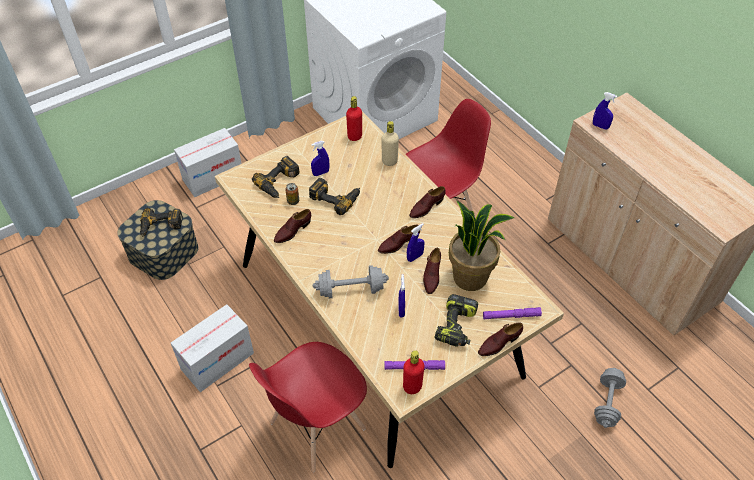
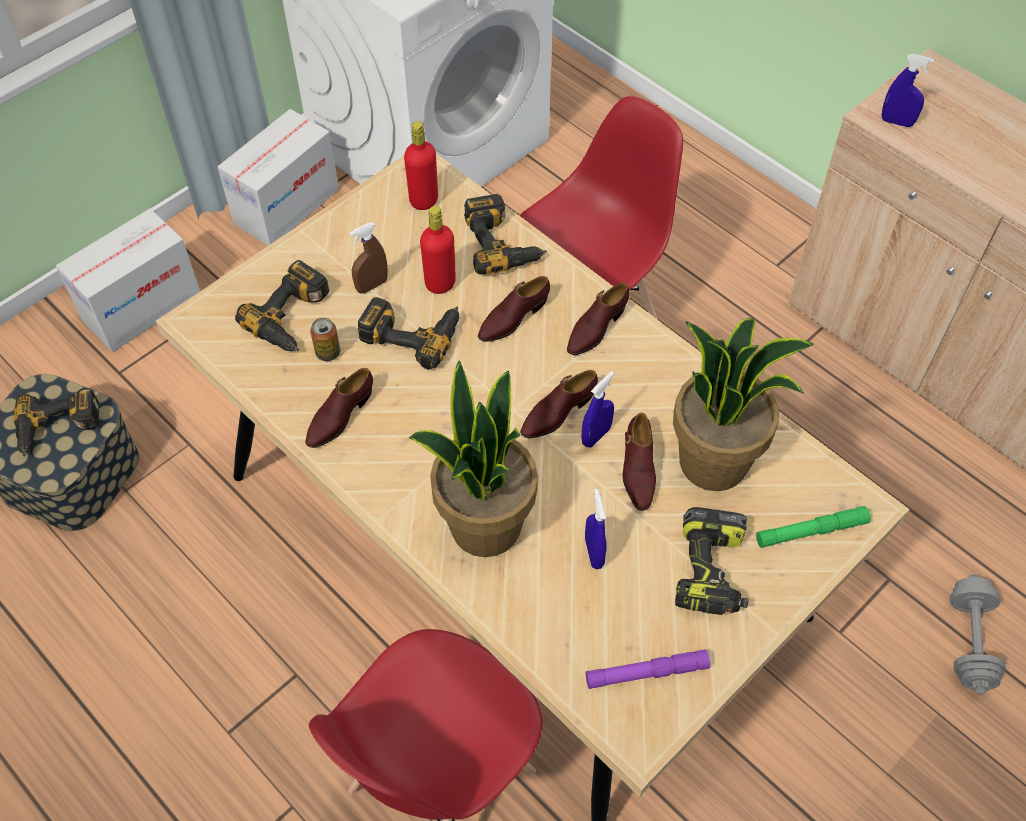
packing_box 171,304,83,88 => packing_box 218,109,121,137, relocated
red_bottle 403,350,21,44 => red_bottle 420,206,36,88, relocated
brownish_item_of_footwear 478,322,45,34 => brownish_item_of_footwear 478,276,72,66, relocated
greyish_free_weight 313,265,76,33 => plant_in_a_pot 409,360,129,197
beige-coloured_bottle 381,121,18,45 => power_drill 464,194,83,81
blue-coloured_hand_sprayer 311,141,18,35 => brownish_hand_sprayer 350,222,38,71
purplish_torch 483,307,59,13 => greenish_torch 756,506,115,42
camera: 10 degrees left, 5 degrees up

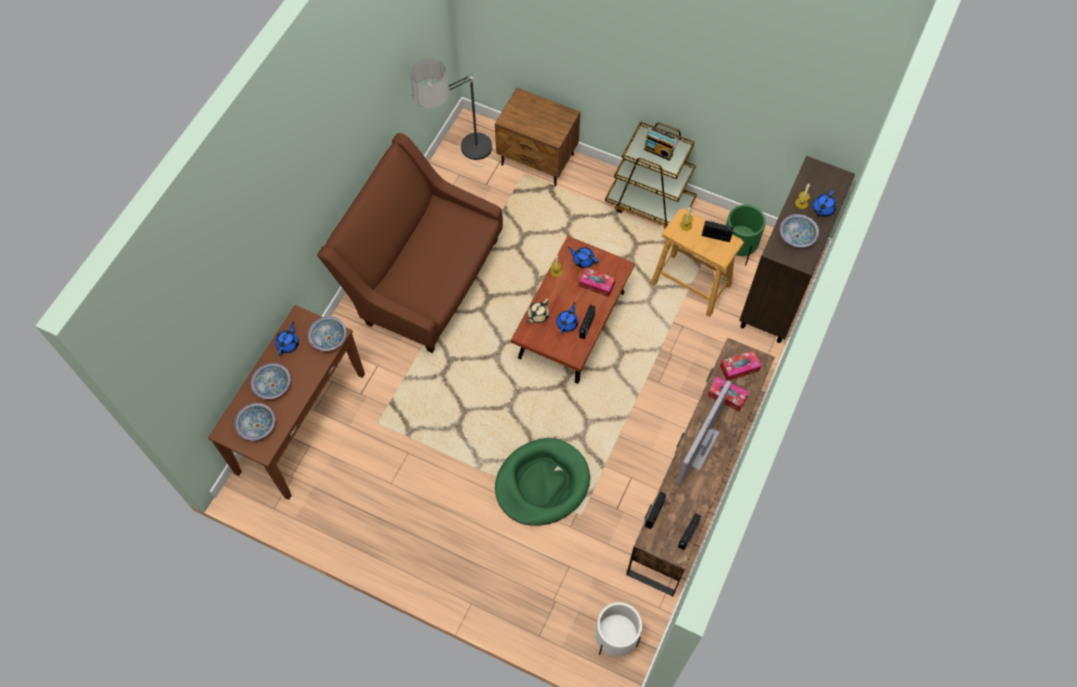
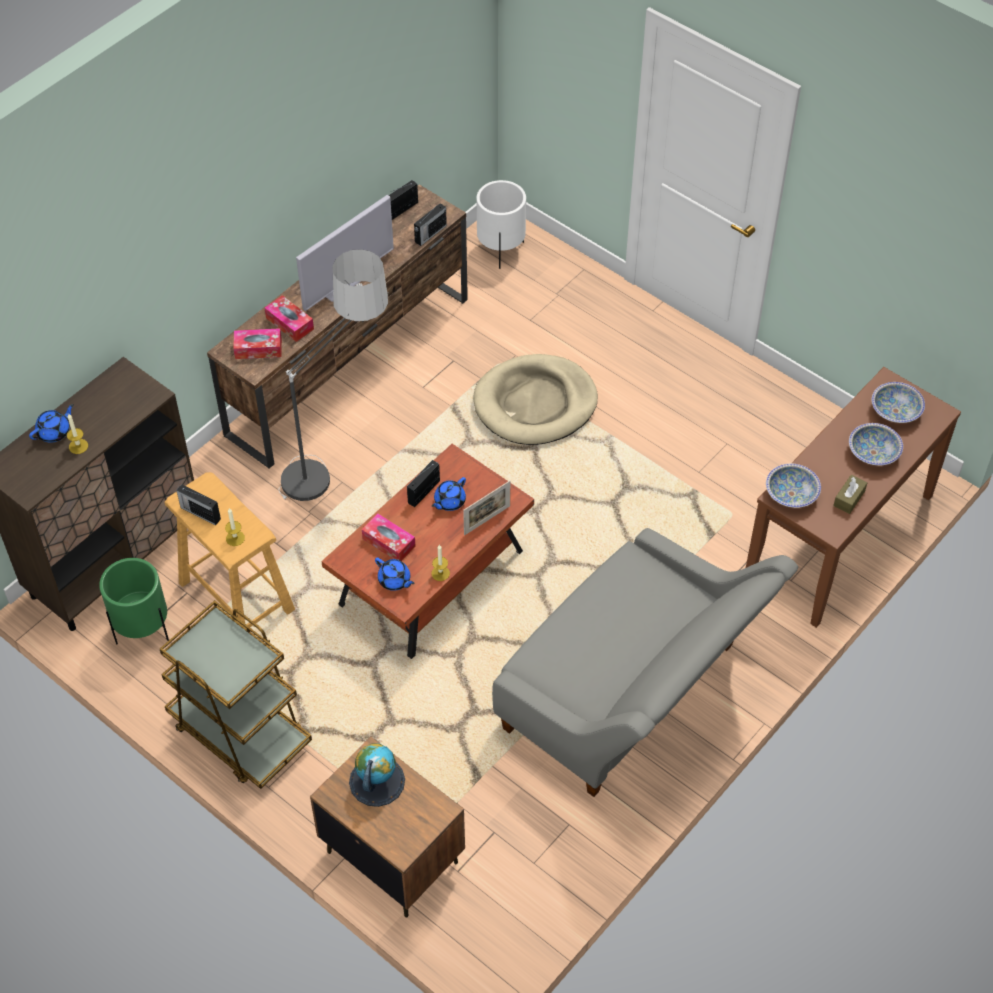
radio_receiver 644,128,34,33 => nothing
serving_bowl 780,214,39,33 => nothing
nothing => globe 349,744,56,63
standard_lamp 411,58,81,109 => standard_lamp 279,249,110,252, relocated
blue-coloured_teapot 275,321,24,34 => brownish_tissue_holder 833,475,34,39
beige-coloured_teapot 527,298,22,25 => picture_frame 463,481,47,54
brownish_sofa 317,133,186,220 => greyish_sofa 492,528,306,269
greenish_dog_cushion 495,438,95,88 => beige-coloured_dog_cushion 474,354,124,91
camera: 165 degrees left, 10 degrees down

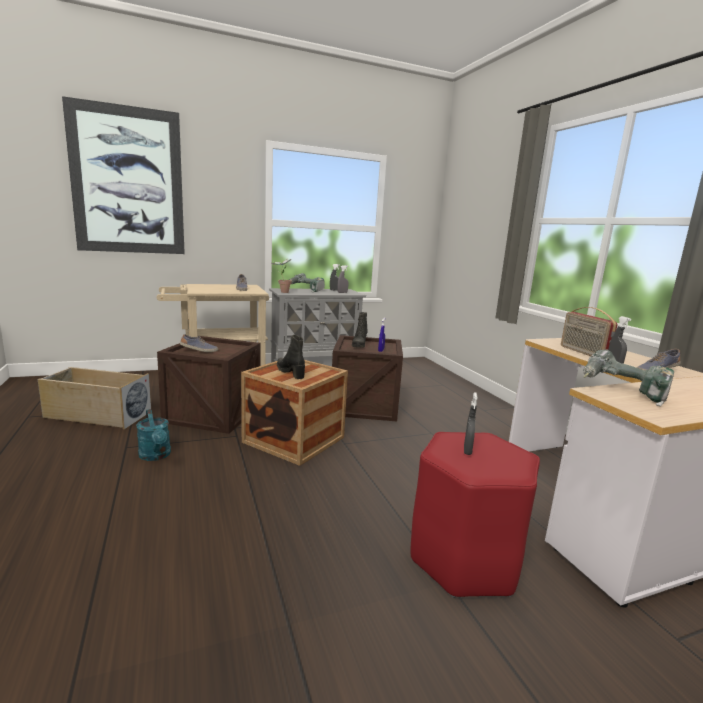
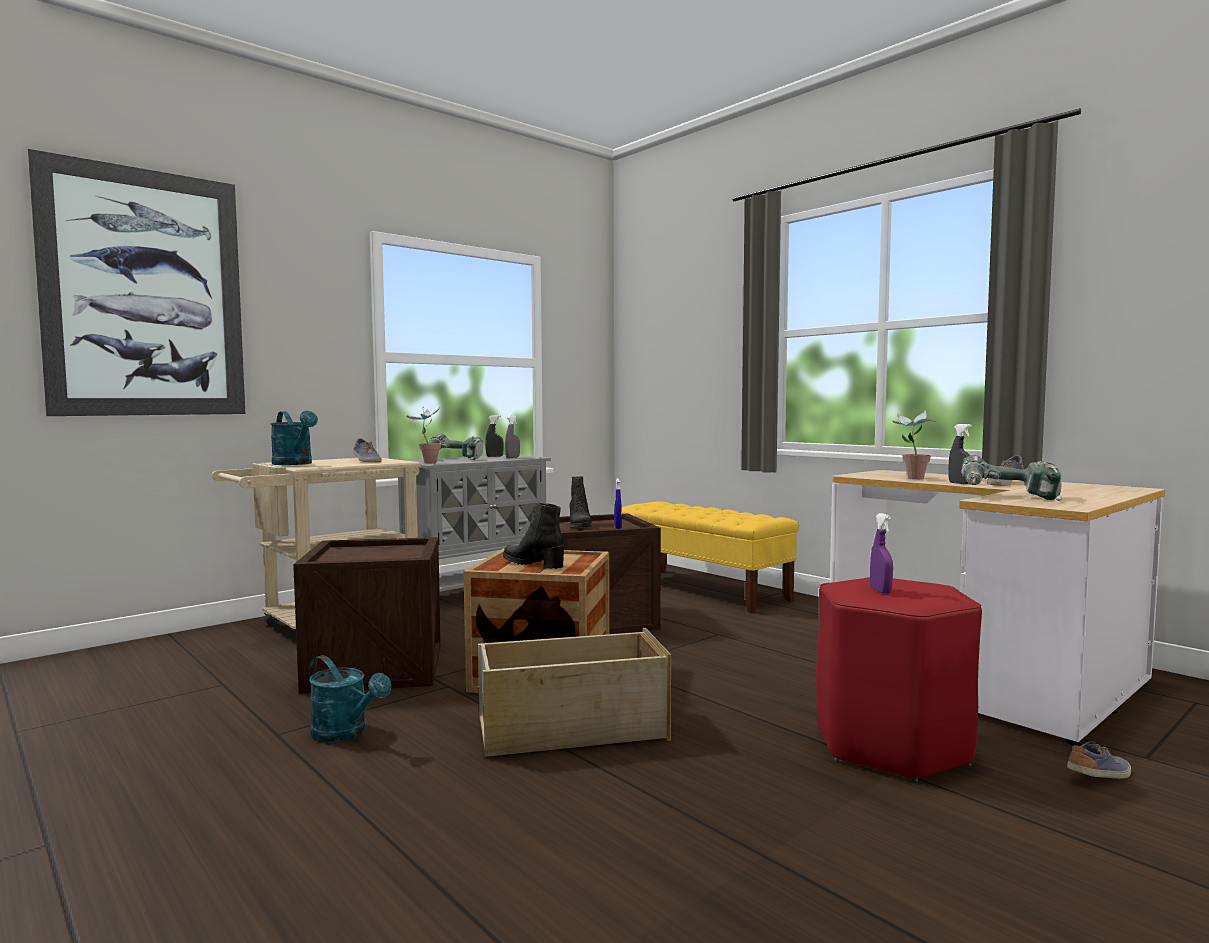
nothing => turquoise-coloured_watering_can 270,411,48,54
nothing => yellow-coloured_bench 622,501,177,112
beige-coloured_storage_container 38,367,113,62 => beige-coloured_storage_container 478,628,193,129, relocated
item_of_footwear 180,334,38,18 => item_of_footwear 1067,741,64,38, relocated
radio_receiver 561,307,57,49 => plant_in_a_pot 892,410,44,69
greyish_hand_sprayer 464,392,14,63 => purplish_hand_sprayer 870,513,23,80
camera: 20 degrees left, 10 degrees down

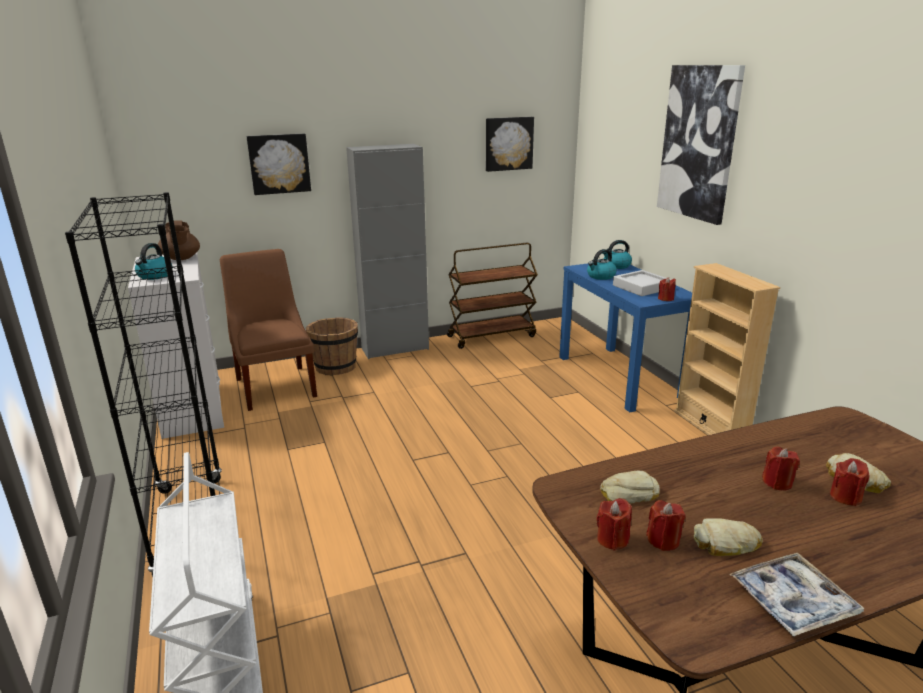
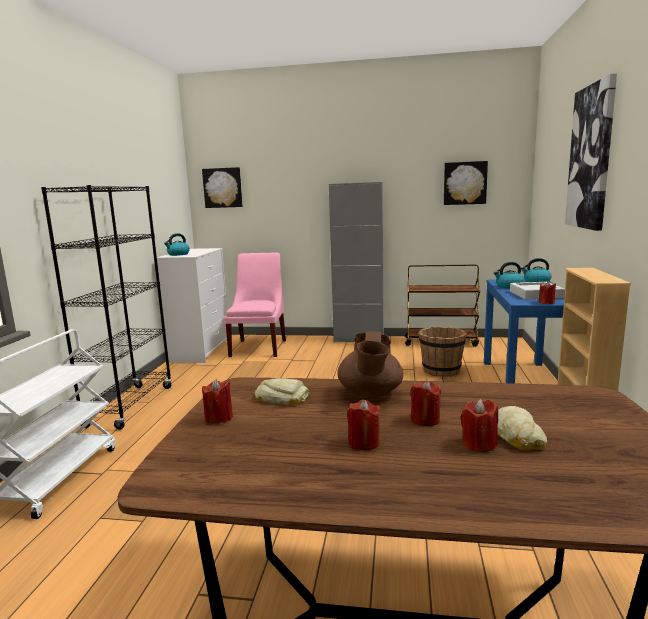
baked_bread 694,518,69,38 => nothing
tray 729,553,135,84 => nothing
brownish_teapot 158,220,42,40 => brownish_teapot 337,331,66,67, relocated
wall_art 247,134,64,61 => wall_art 202,167,41,41, relocated
brownish_bucket 306,317,52,58 => brownish_bucket 419,327,47,50, relocated
red_wax_light 646,500,40,51 => red_wax_light 347,400,33,50, relocated
brownish_upright_chair 220,249,97,162 => pink_upright_chair 224,253,62,104
camera: 30 degrees right, 10 degrees down

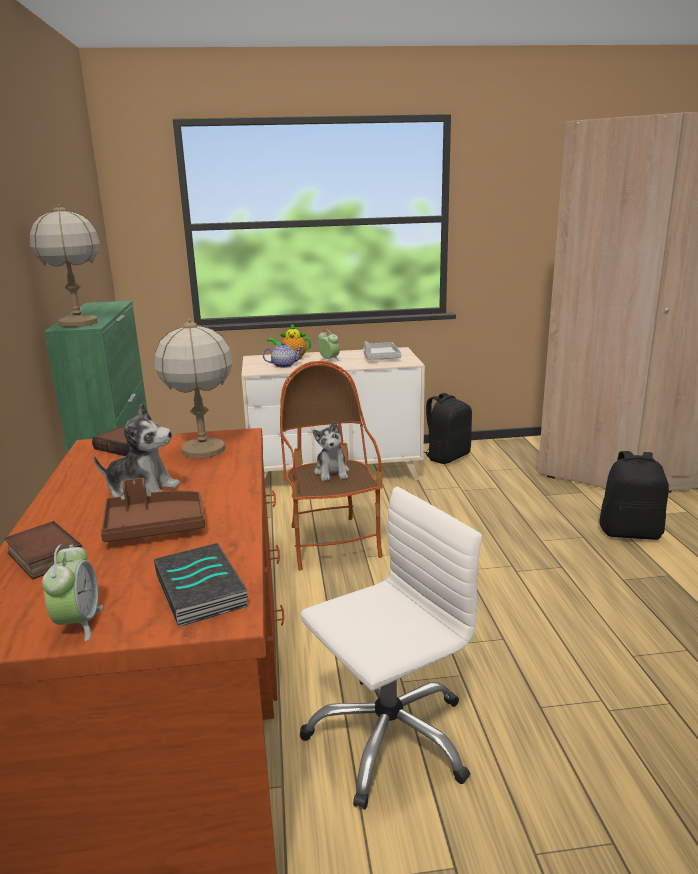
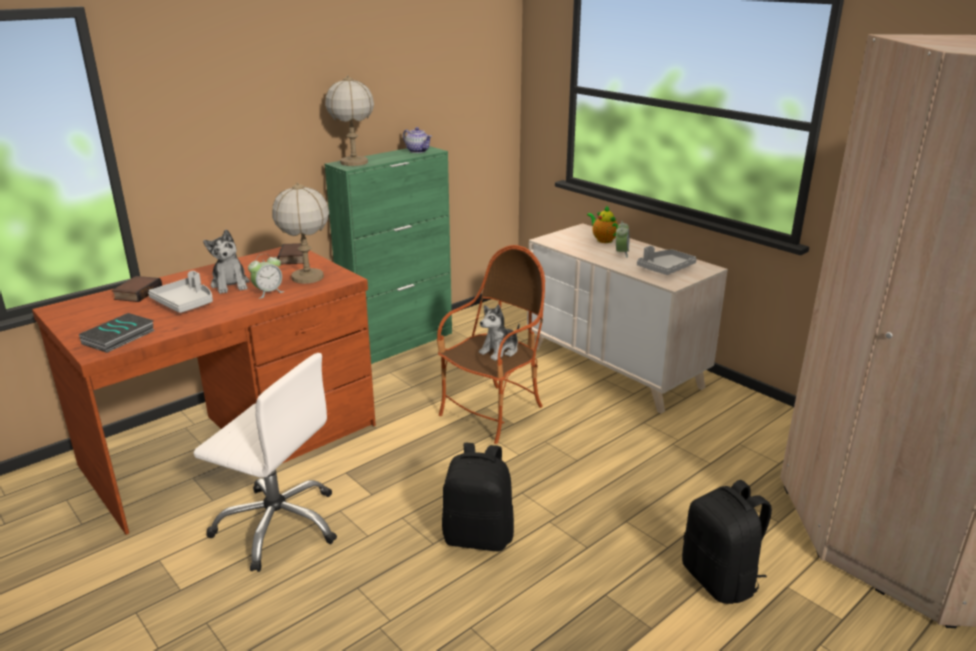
table_clock 42,544,61,97 => table_clock 248,253,37,46, relocated
teapot 263,342,40,26 => teapot 403,127,29,26, relocated
black-coloured_backpack 423,393,49,71 => black-coloured_backpack 442,443,72,109, relocated
brownish_tray 101,478,104,64 => greyish_tray 148,271,65,42
camera: 55 degrees right, 5 degrees up

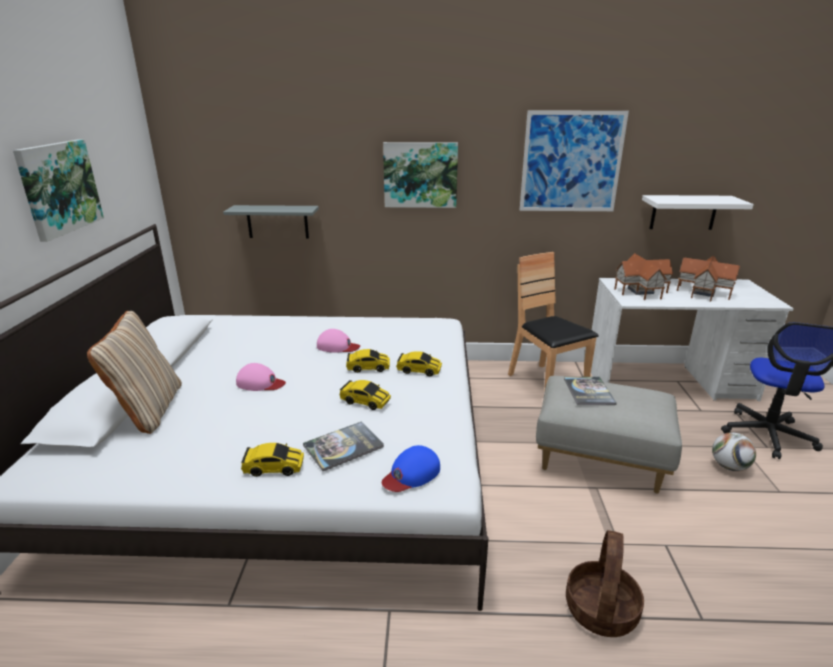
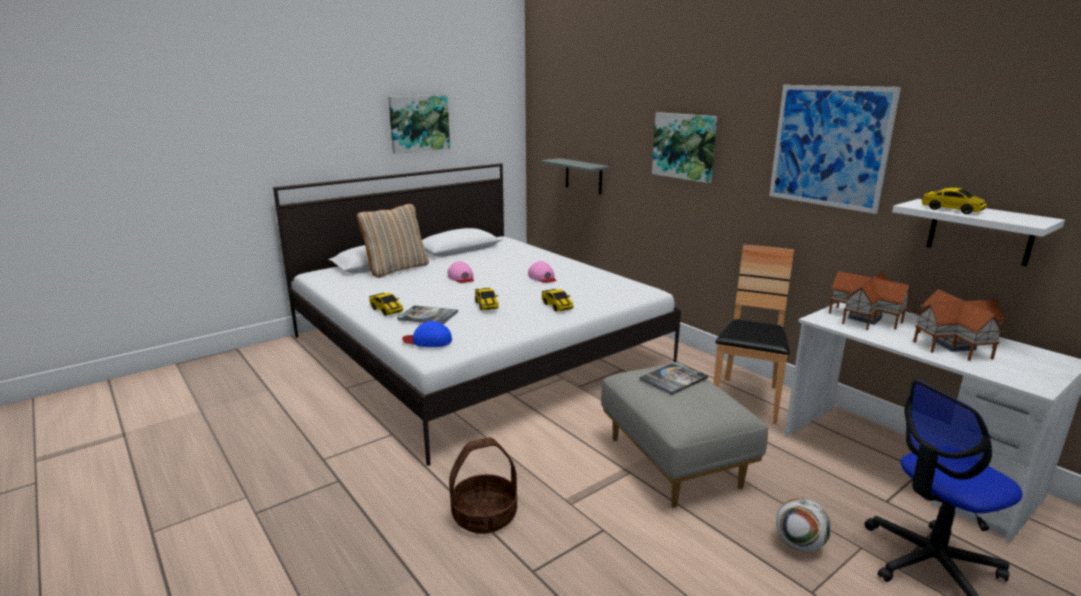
model_car 346,349,44,24 => model_car 921,188,66,26, relocated
camera: 50 degrees right, 5 degrees down

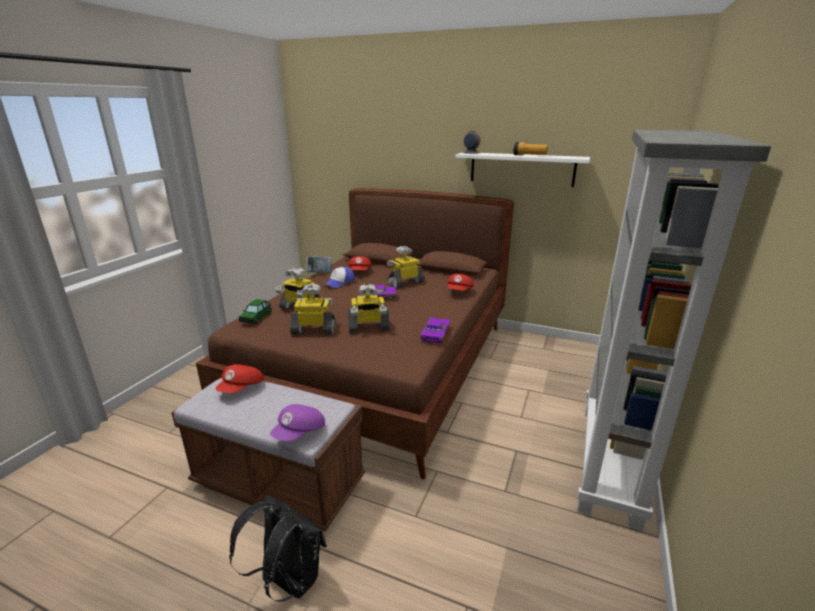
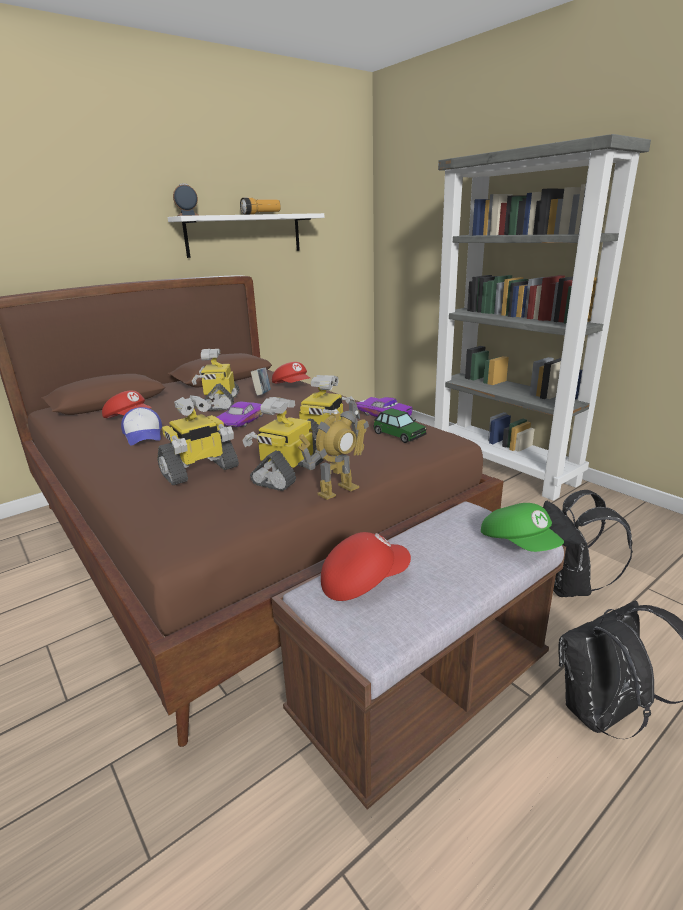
nothing => model_robot 298,399,71,101
nothing => black-coloured_backpack 543,490,90,107
model_car 239,299,33,25 => model_car 374,408,53,35, relocated
bound_book 306,256,26,17 => bound_book 251,368,20,28, relocated
purplish_cap 270,404,55,37 => greenish_cap 481,503,83,49
red_cap 215,364,49,29 => red_cap 321,532,90,69, 75 degrees counterclockwise
camera: 60 degrees left, 0 degrees up

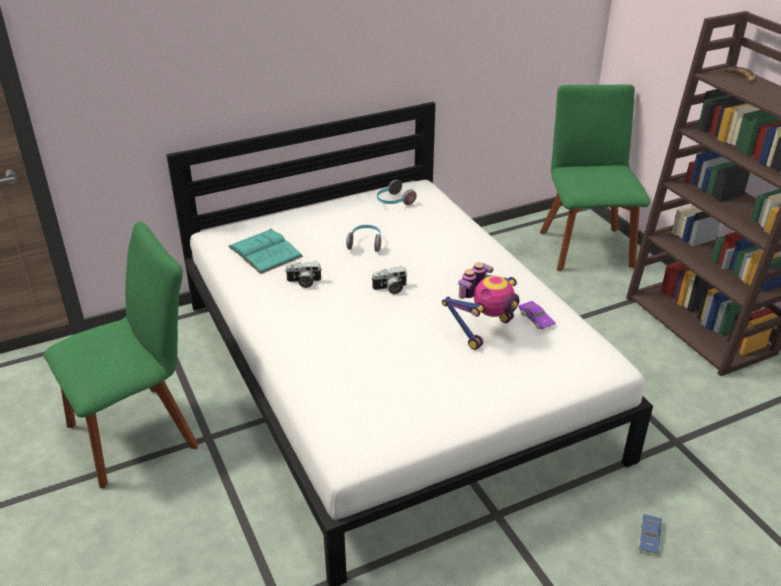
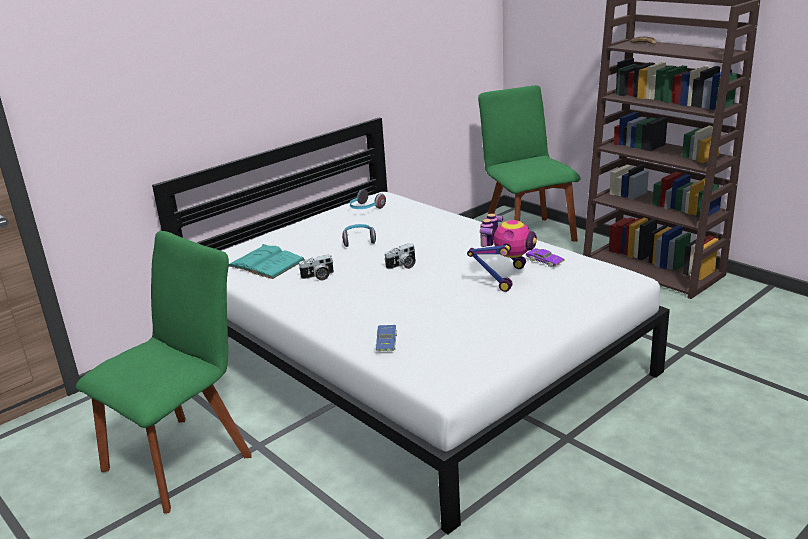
blue-coloured_model_car 639,514,23,41 => blue-coloured_model_car 375,325,22,26, relocated
camera: 15 degrees left, 10 degrees down

